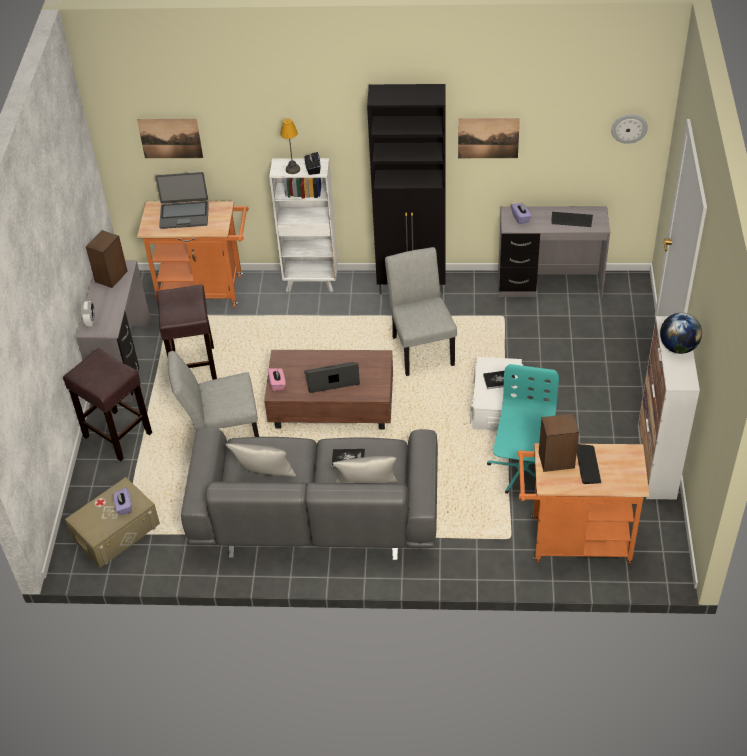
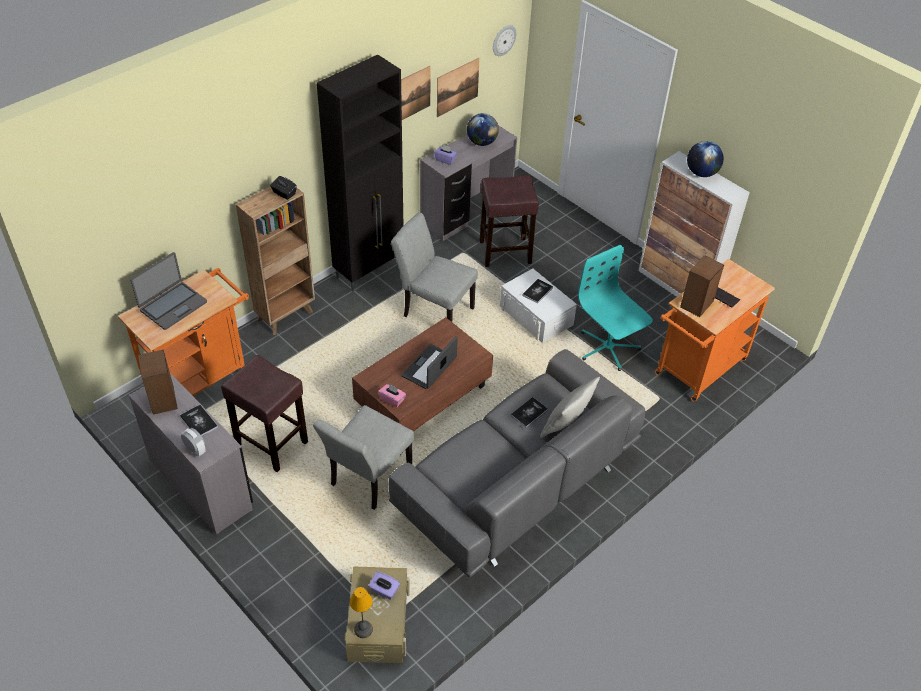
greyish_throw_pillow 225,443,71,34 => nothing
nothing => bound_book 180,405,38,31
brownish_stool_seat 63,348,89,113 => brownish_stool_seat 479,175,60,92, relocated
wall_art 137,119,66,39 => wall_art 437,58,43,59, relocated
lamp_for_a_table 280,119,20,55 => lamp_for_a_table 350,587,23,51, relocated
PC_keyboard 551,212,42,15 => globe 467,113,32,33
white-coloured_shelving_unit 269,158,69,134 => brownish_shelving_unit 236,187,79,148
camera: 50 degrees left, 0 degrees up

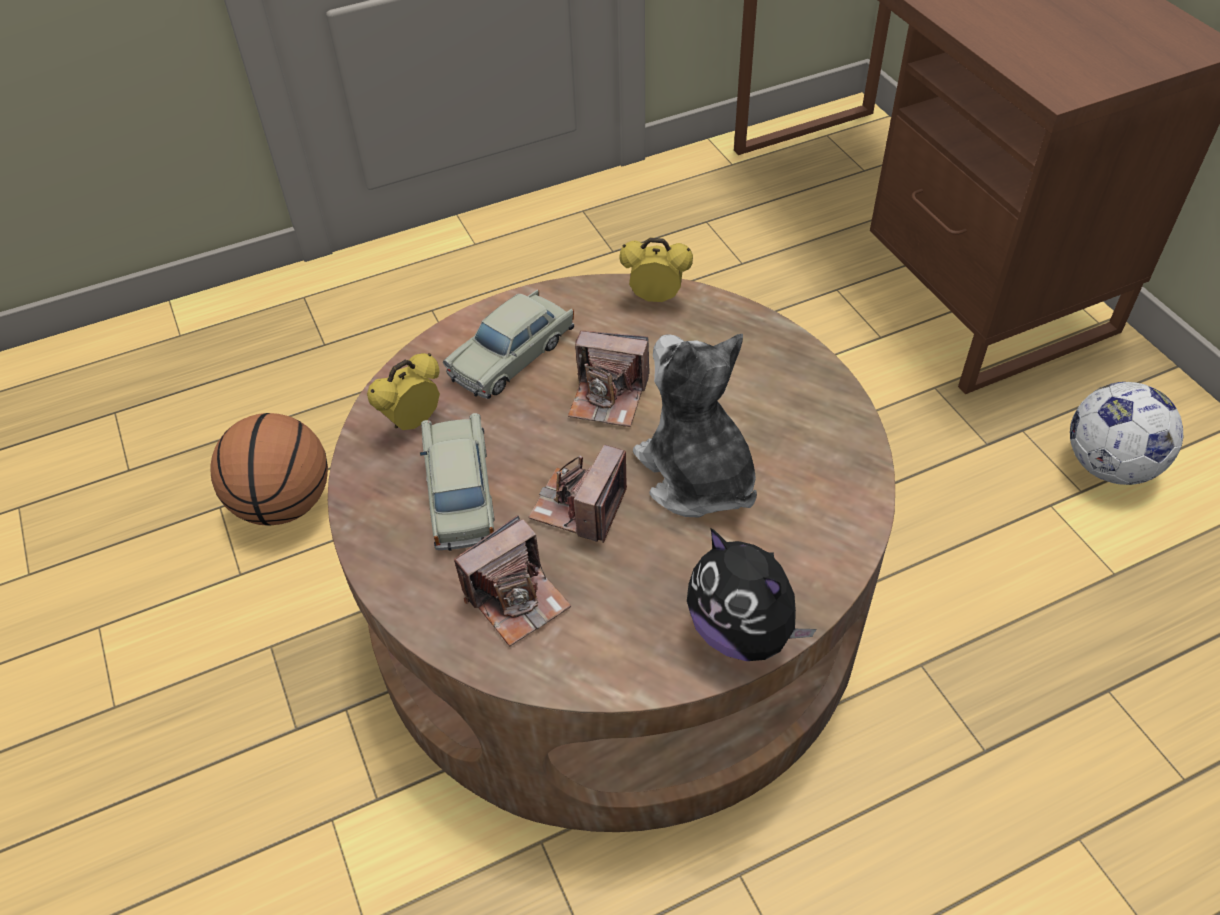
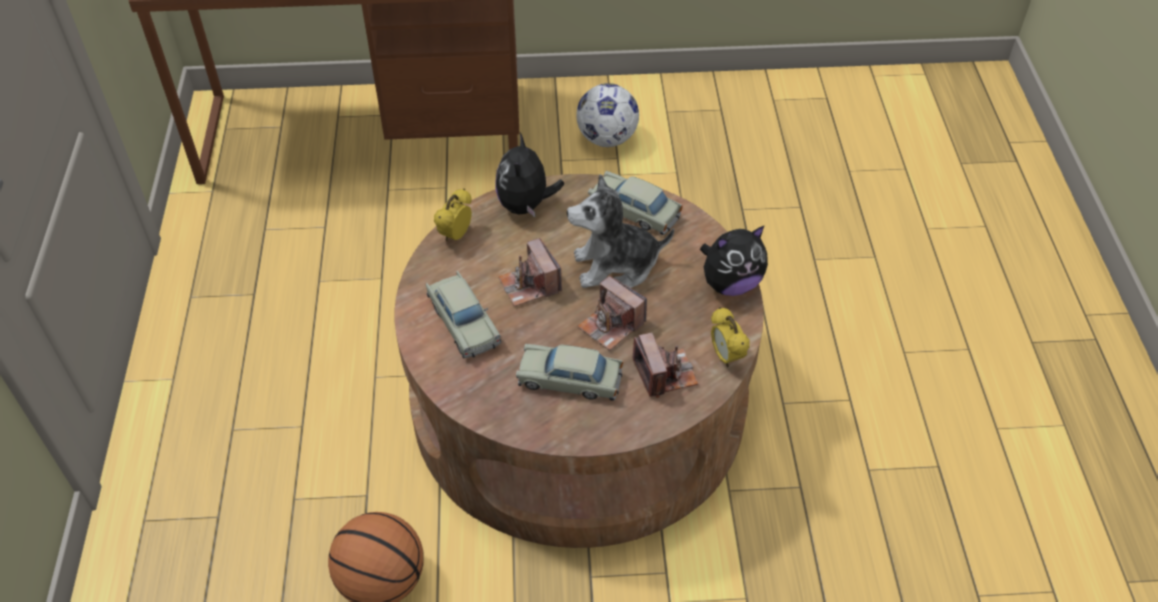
nothing => soft_toy 495,133,69,85
nothing => beige-coloured_model_car 588,171,95,64
table_clock 367,353,73,77 => table_clock 711,307,39,60, relocated
still_camera 568,331,82,96 => still_camera 498,238,64,69, 120 degrees clockwise
camera: 70 degrees left, 0 degrees up

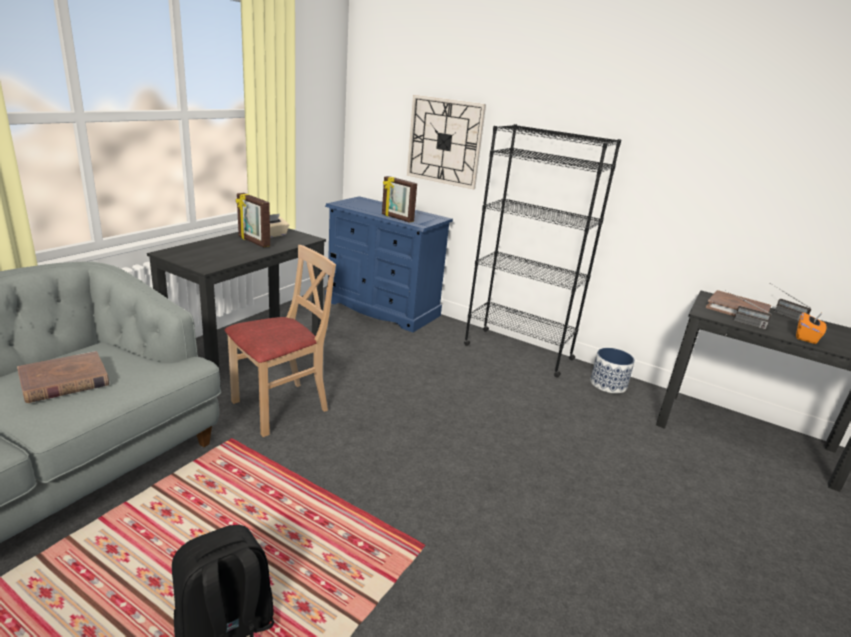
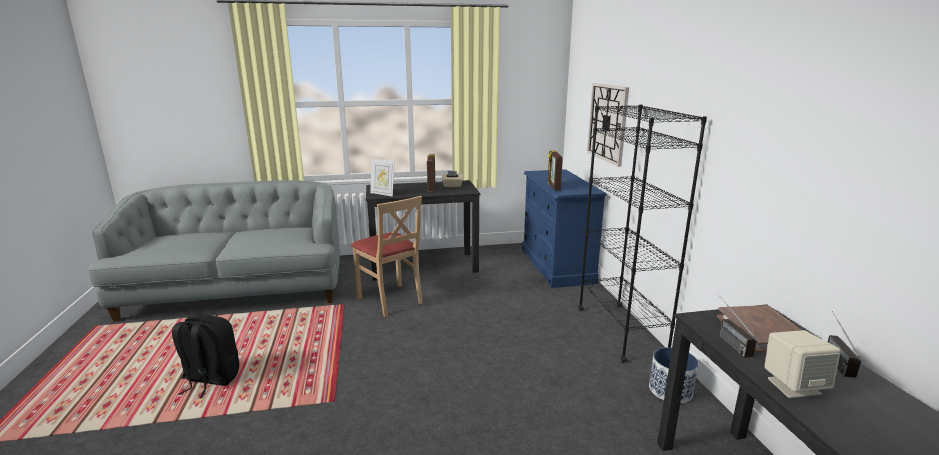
brownish_bound_book 17,351,92,52 => nothing
nothing => picture_frame 370,158,24,38
orange_tissue_holder 796,312,31,32 => beige-coloured_speaker 764,330,77,68
beige-coloured_upright_chair 224,245,112,192 => beige-coloured_upright_chair 351,196,72,120, 45 degrees clockwise
camera: 50 degrees right, 5 degrees down

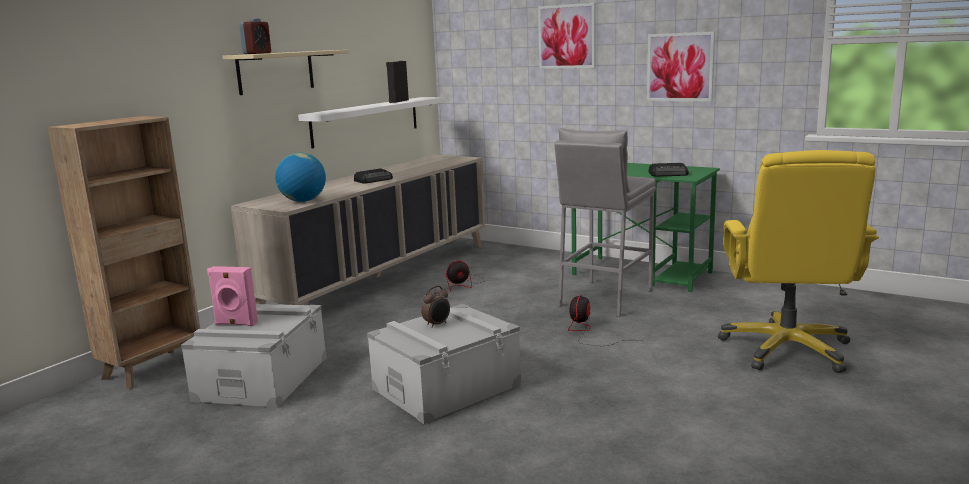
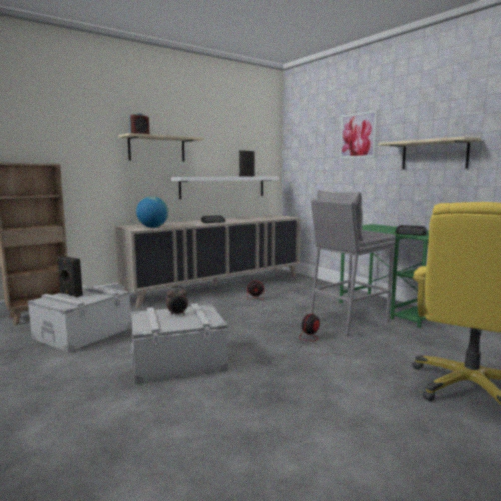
wall_art 647,32,68,70 => beige-coloured_wall_shelf 378,136,104,33
pink_speaker 207,266,51,60 => black-coloured_speaker 57,256,26,41
camera: 20 degrees right, 5 degrees down

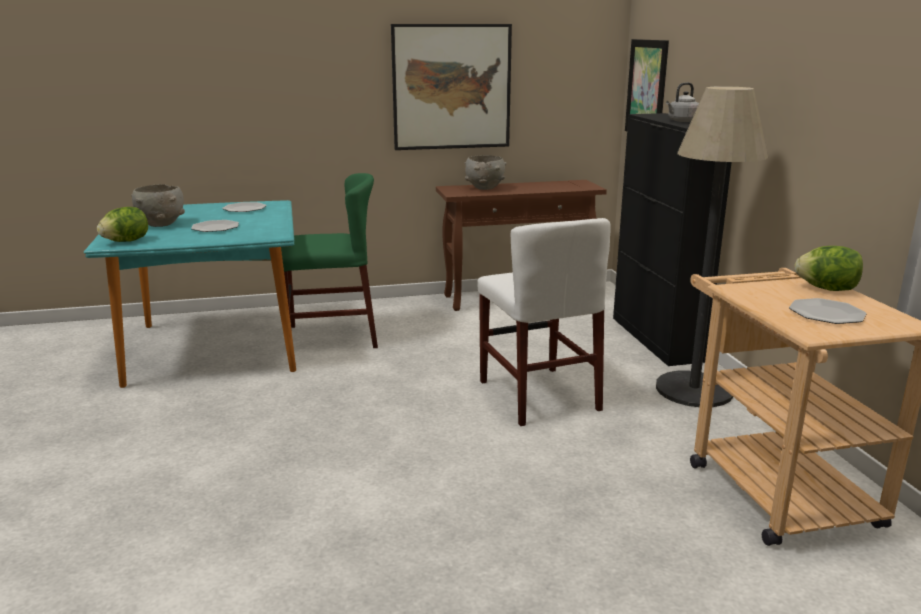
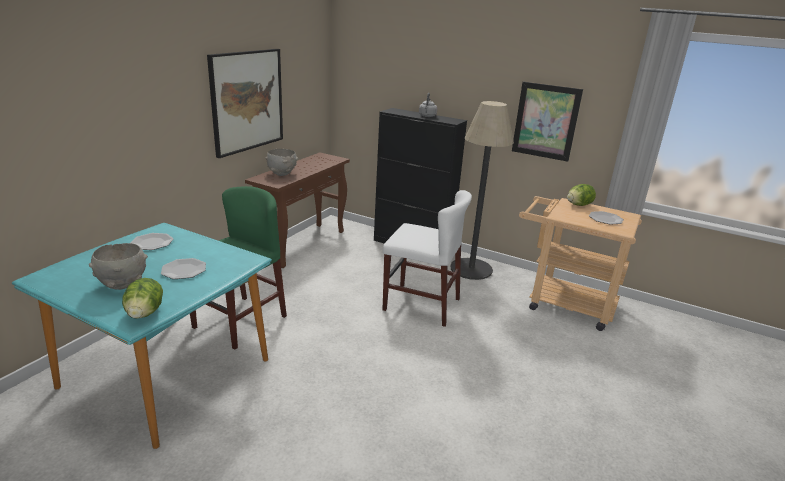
wall_art 625,39,44,92 => wall_art 512,82,71,80, relocated
camera: 50 degrees left, 5 degrees up

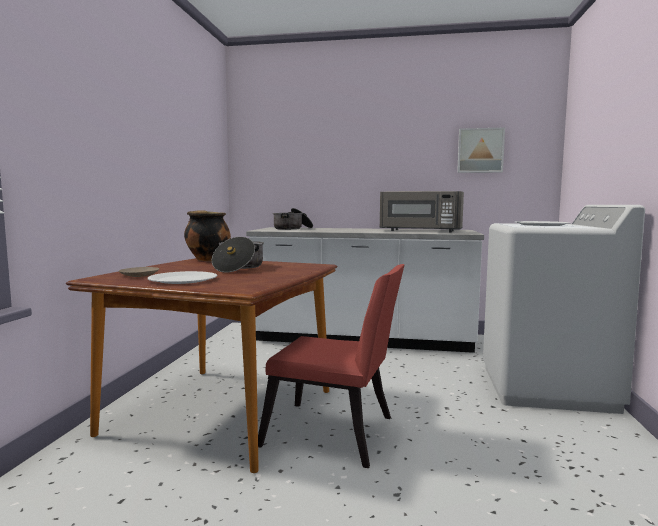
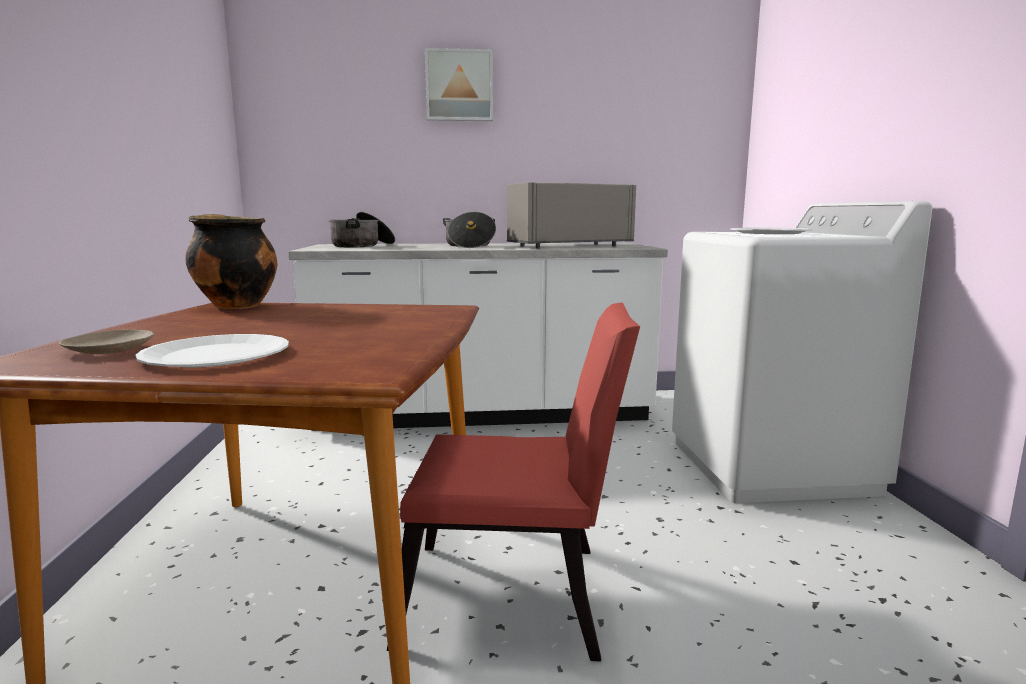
cooking_pot 212,237,52,36 => cooking_pot 443,212,53,36, relocated
wall_art 457,128,48,45 => wall_art 425,48,68,73, relocated
greyish_microwave_oven 380,191,84,41 => greyish_microwave_oven 507,182,129,66, 150 degrees clockwise
camera: 15 degrees left, 5 degrees up

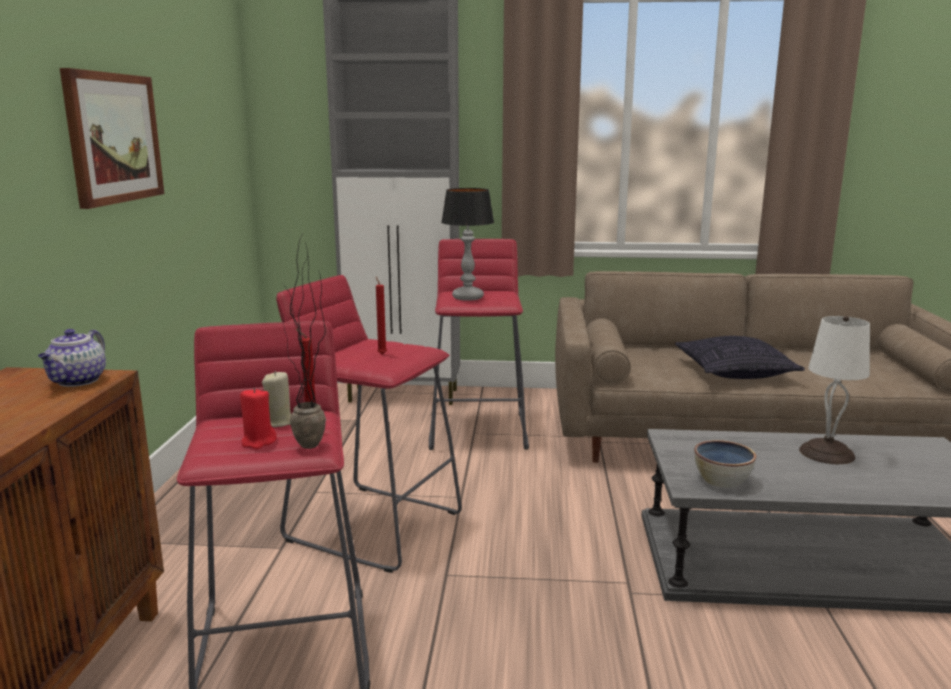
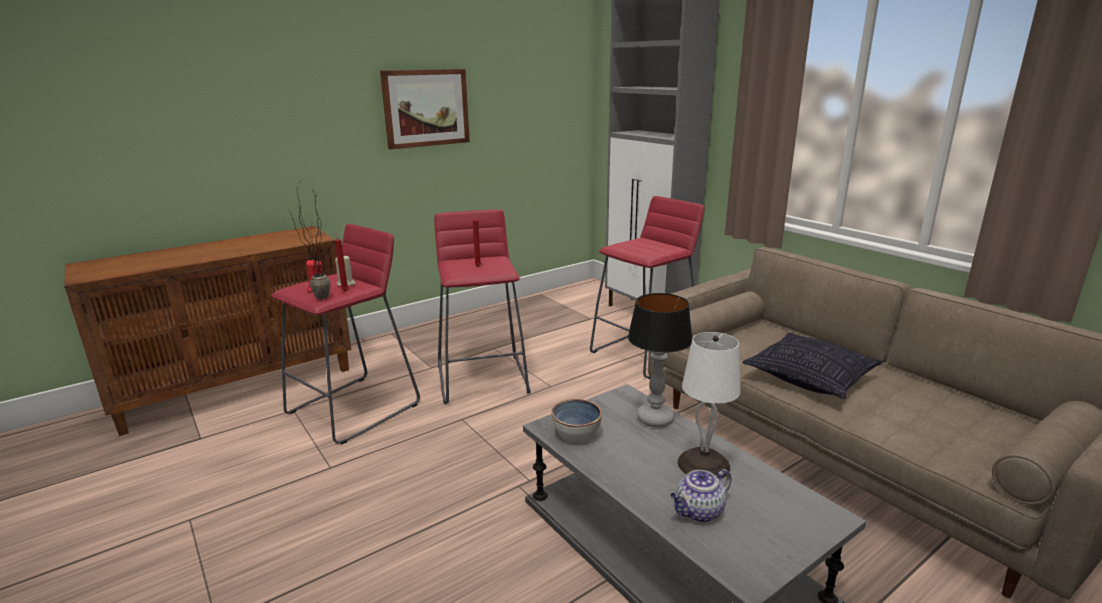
teapot 38,329,68,58 => teapot 670,469,61,54, relocated
lamp_for_a_table 441,188,53,113 => lamp_for_a_table 628,293,64,134, relocated
camera: 50 degrees right, 5 degrees up

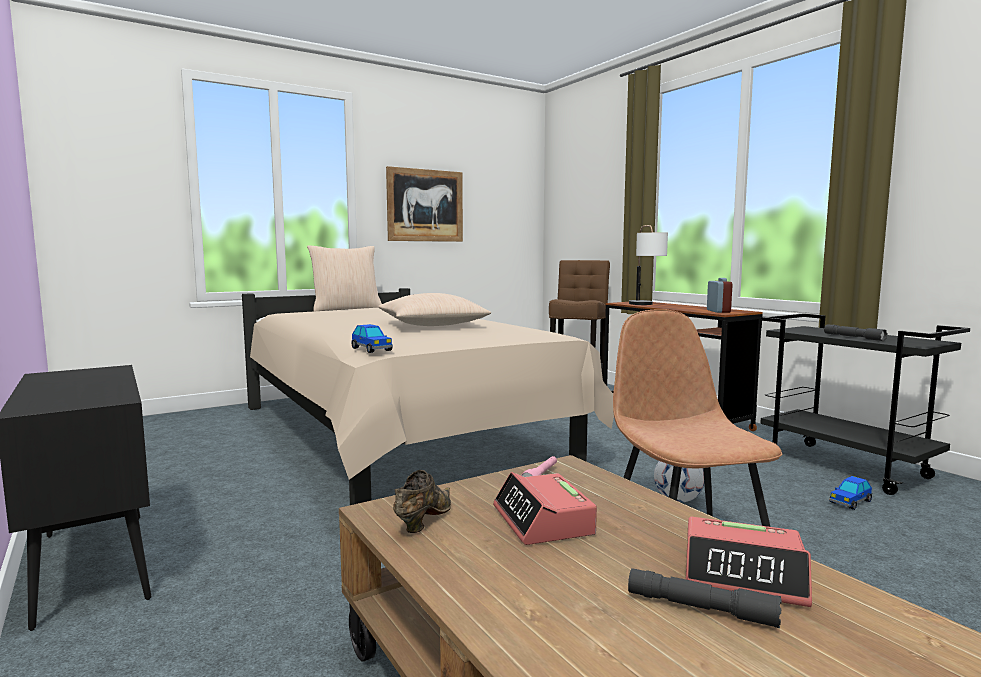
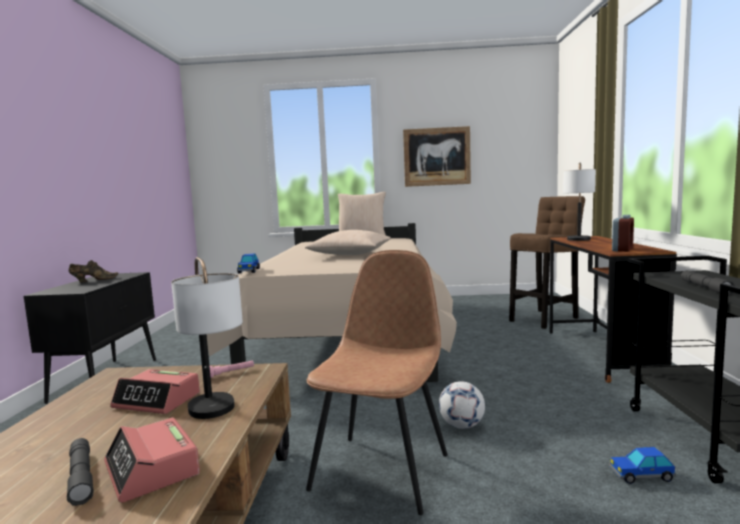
nothing => lamp_for_a_table 171,257,72,162
brownish_item_of_footwear 393,470,58,63 => brownish_item_of_footwear 69,260,49,23, relocated
table_clock 493,472,104,73 => table_clock 110,369,90,45, 90 degrees counterclockwise
camera: 35 degrees right, 0 degrees up

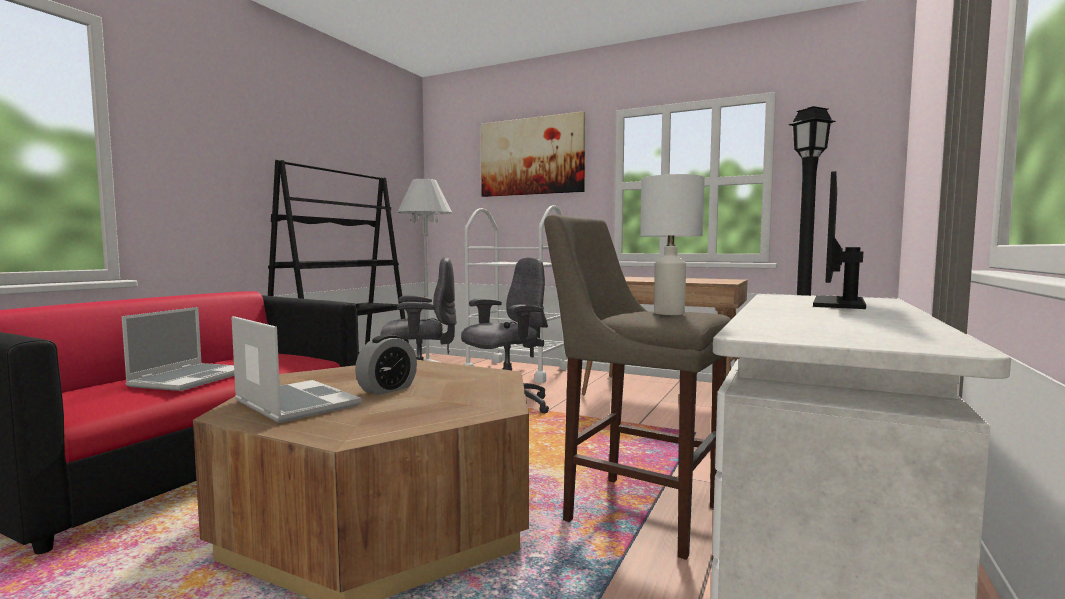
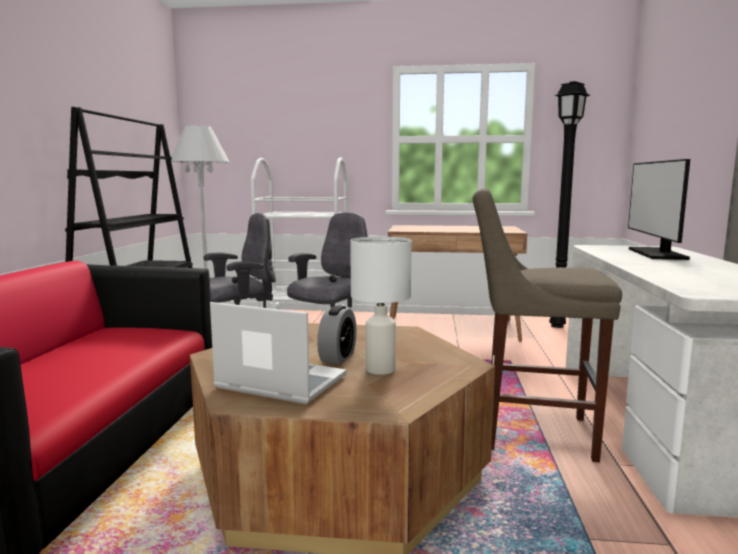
portable_computer 122,307,112,84 => nothing
wall_art 481,111,104,86 => nothing
white-coloured_lamp_for_a_table 640,174,65,141 => white-coloured_lamp_for_a_table 350,237,62,138, relocated
camera: 20 degrees left, 5 degrees up

